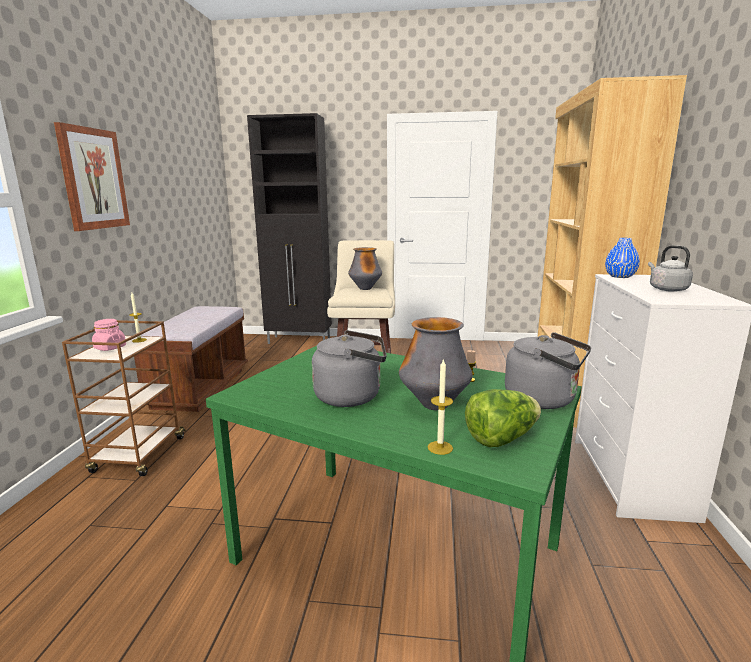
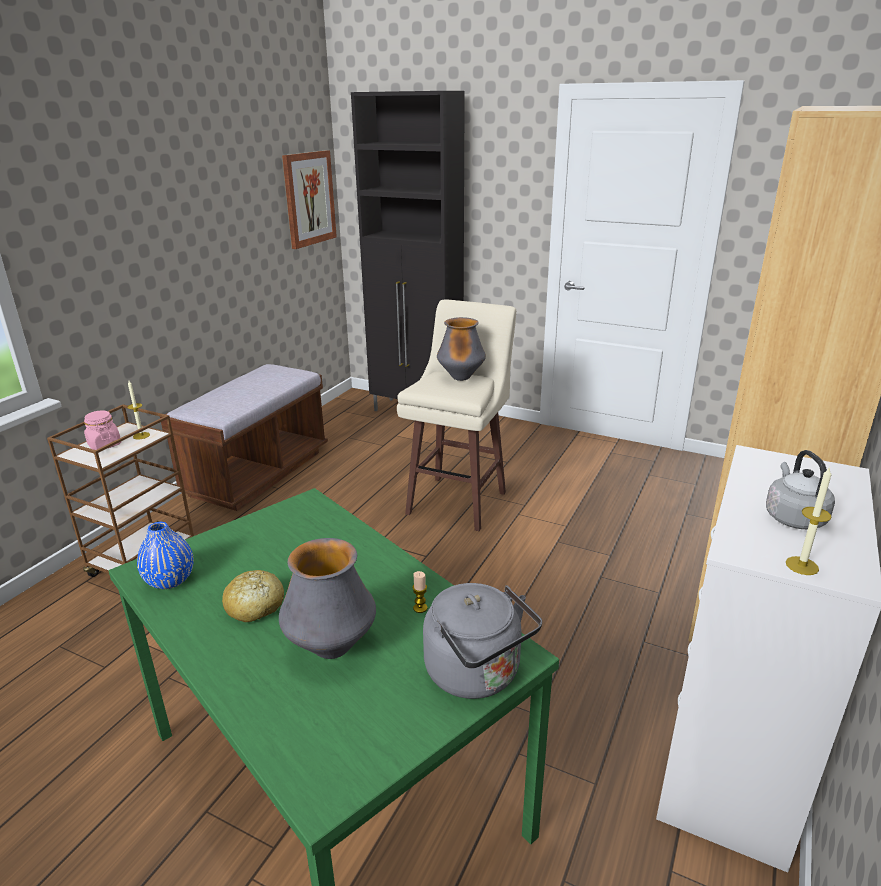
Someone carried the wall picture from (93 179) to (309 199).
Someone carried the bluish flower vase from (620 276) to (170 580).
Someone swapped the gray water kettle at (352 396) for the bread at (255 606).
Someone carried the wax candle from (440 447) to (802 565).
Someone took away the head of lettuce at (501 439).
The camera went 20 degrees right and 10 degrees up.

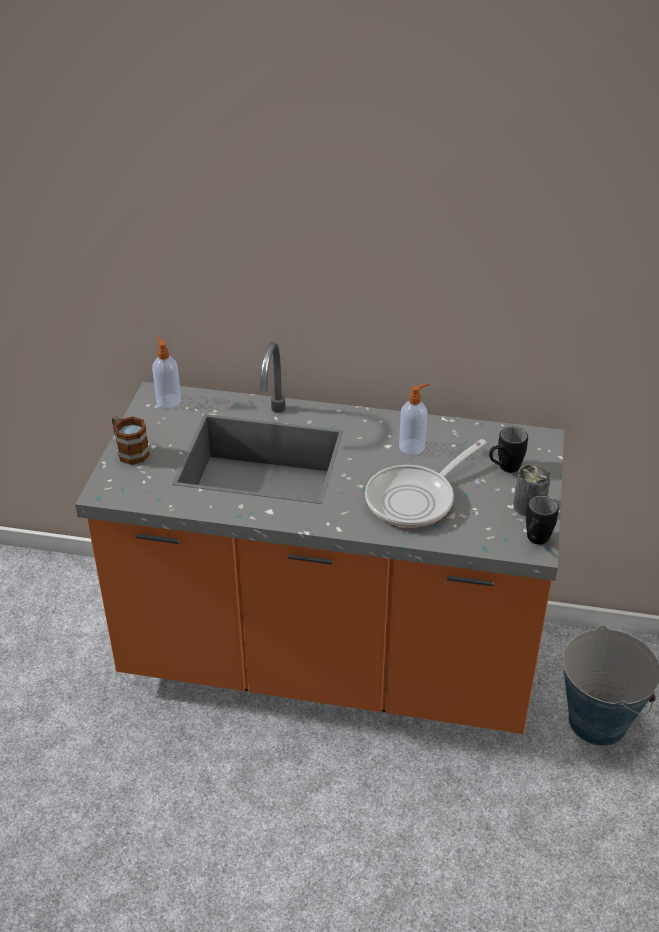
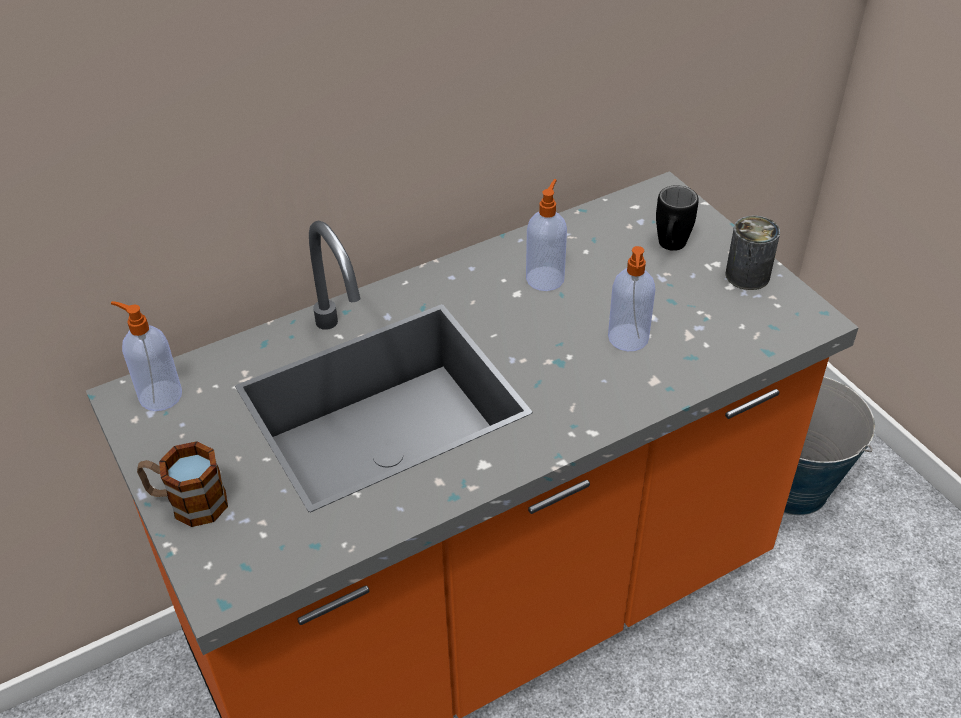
Someone swapped the frying pan at (416 499) for the soap bottle at (628 339).
Someone took away the blackish mug at (534 542).
The camera went 40 degrees left and 5 degrees up.

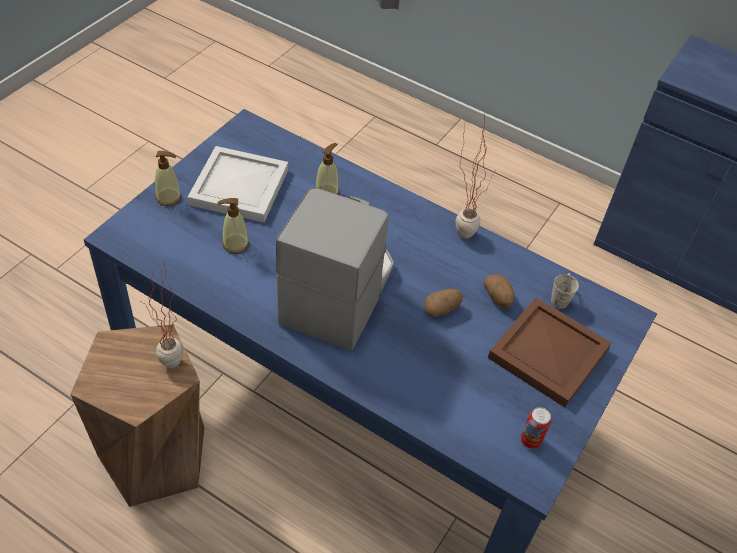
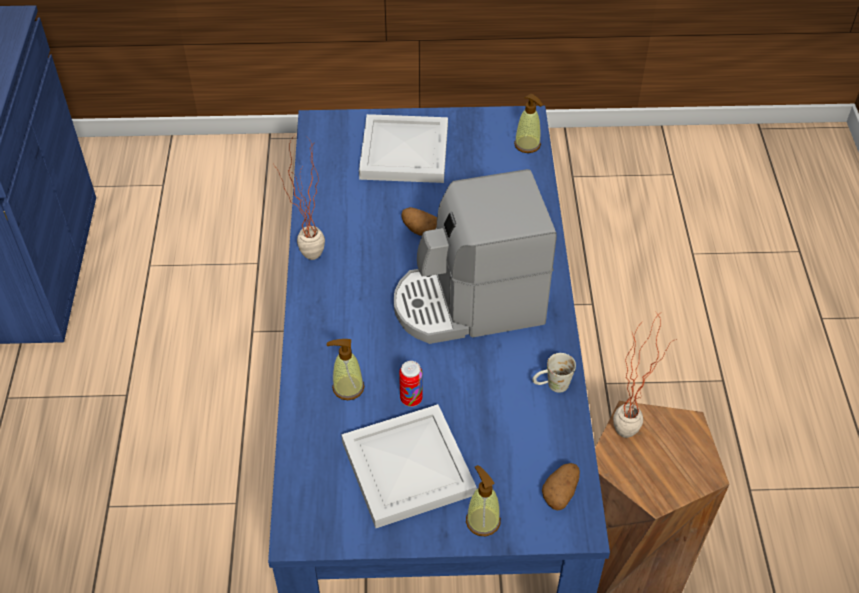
Someone carried the soap bottle from (235 244) to (527 145).
Someone carried the white mug from (560 297) to (551 386).
Someone carried the whole potato from (498 298) to (560 493).
Someone repainted the brown tray at (546 354), which became the white tray at (405 153).
Someone carried the can from (530 440) to (411 399).
The camera went 120 degrees left and 0 degrees up.

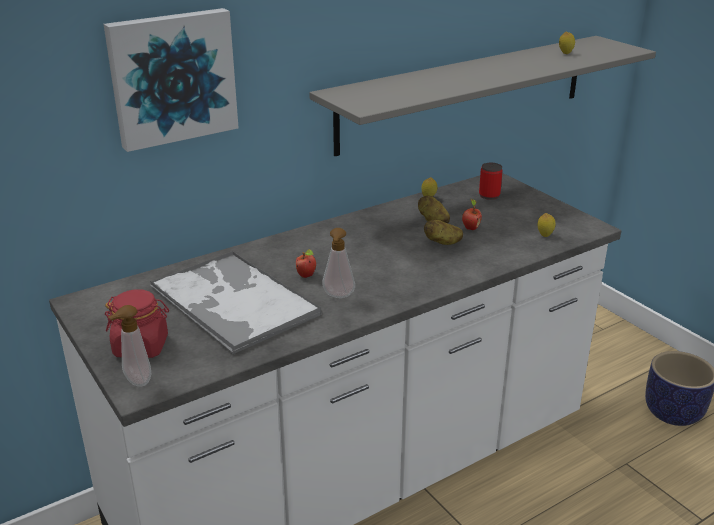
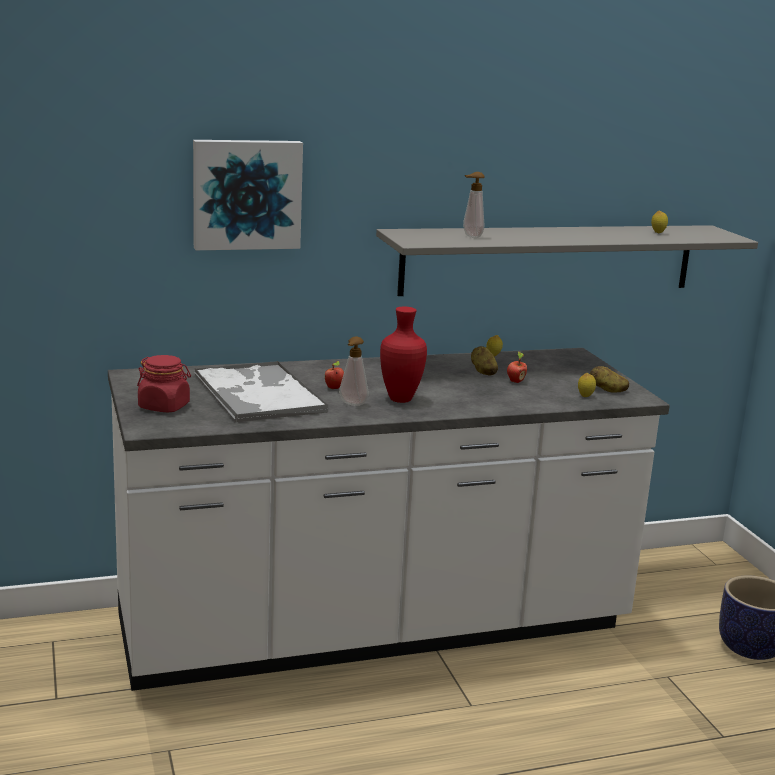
Someone took away the can at (489 195).
Someone carried the whole potato from (442 242) to (607 390).
Someone carried the soap bottle from (135 382) to (470 236).
Someone put down the red-coloured flower vase at (401 399).
The camera went 15 degrees right and 10 degrees down.

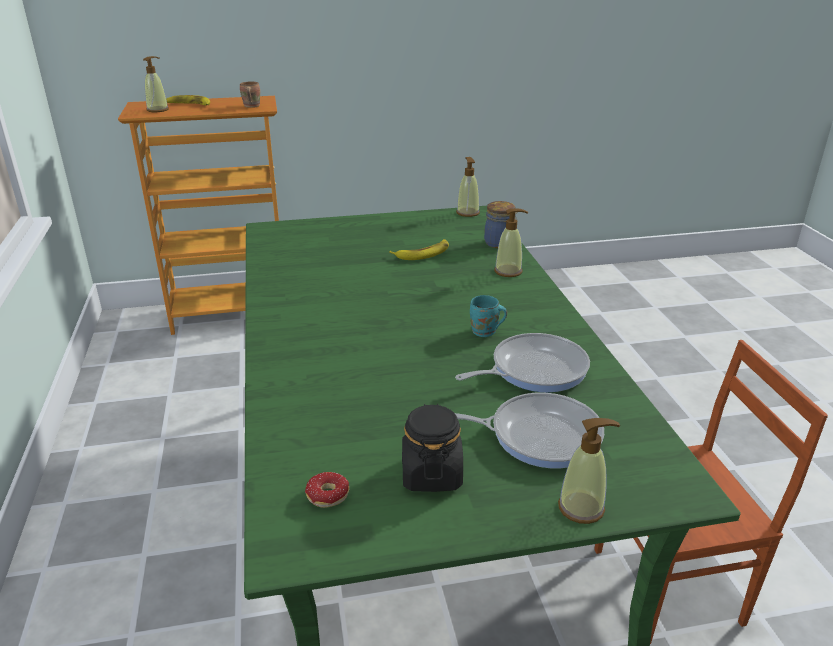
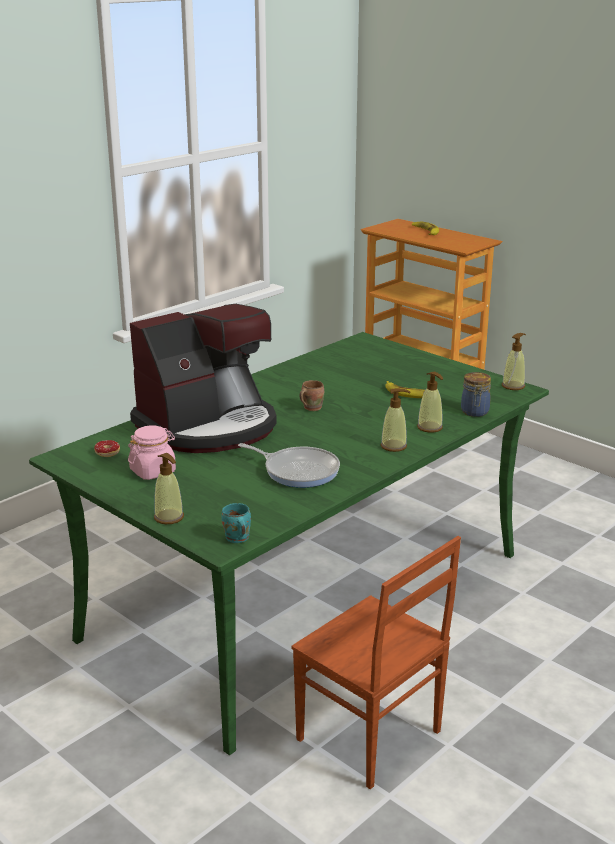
Someone carried the soap bottle from (158 110) to (394 446).
Someone carried the brown mug from (250 106) to (311 408).
Someone carried the blue-green mug from (485 332) to (236 539).
Someone took away the frying pan at (538 435).
Someone repainted the blackish preserve jar at (431 474), which became the pinkish preserve jar at (153 471).
Someone put down the coffee maker at (209 426).
The camera went 55 degrees right and 5 degrees down.

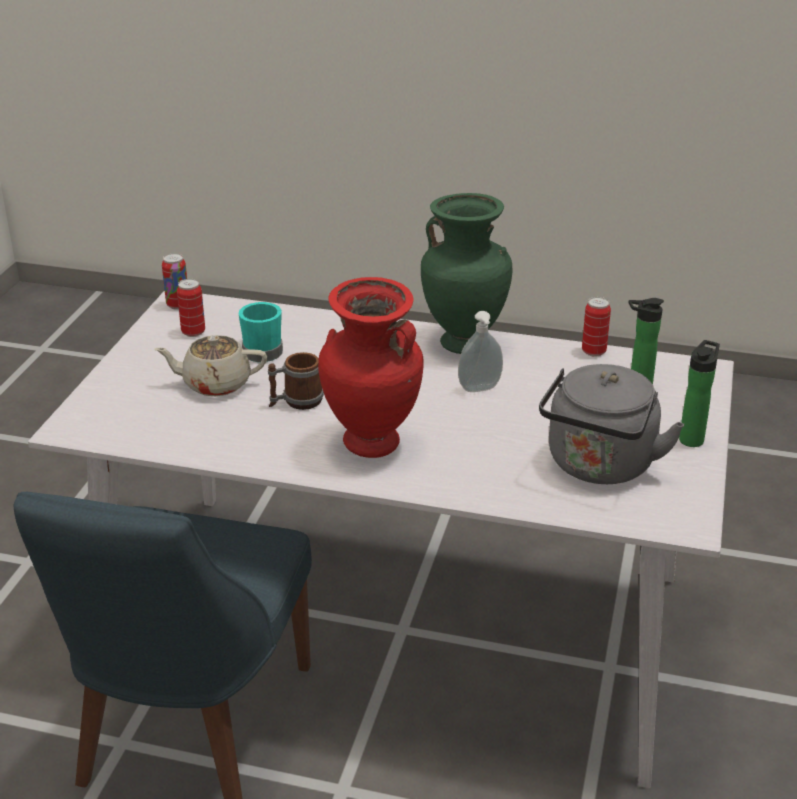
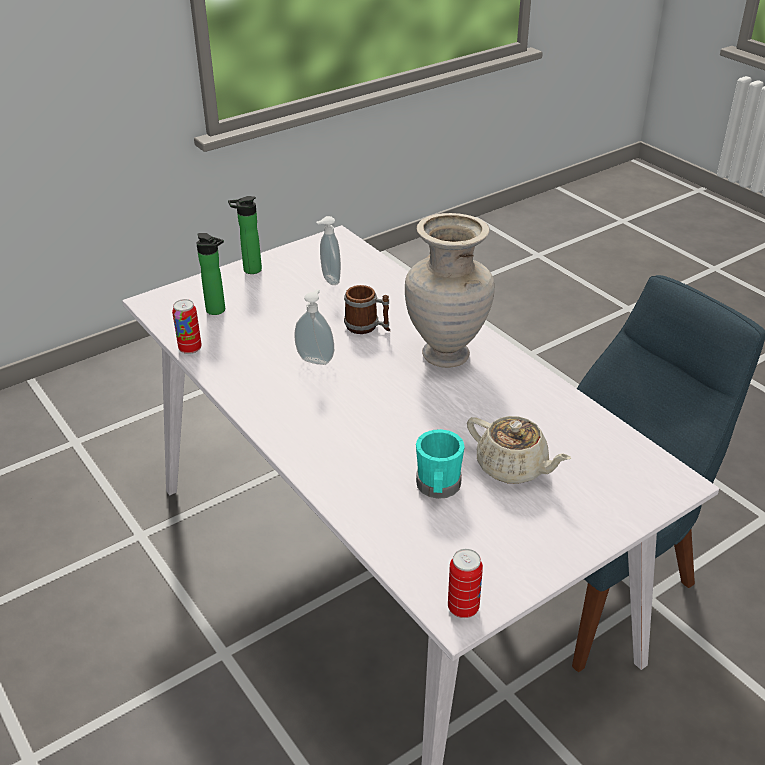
Someone took away the greenish flower vase at (464 343).
Someone repainted the red-coloured flower vase at (371 445), which became the beige flower vase at (447 355).
Someone took away the can at (193 332).
Someone carried the mug from (296 402) to (367 327).
Someone swapped the gray water kettle at (599 467) for the soap bottle at (329 280).
The camera went 140 degrees left and 5 degrees up.

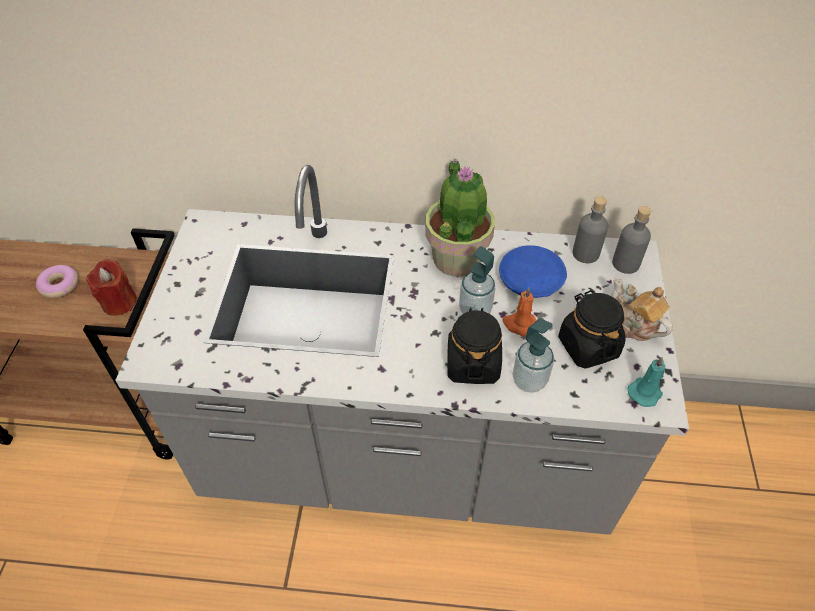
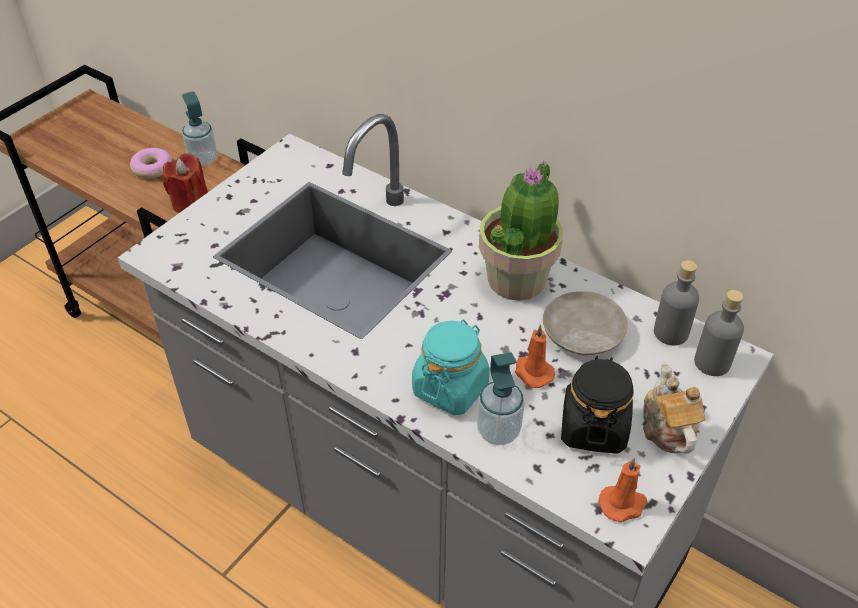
Someone repainted the bluish dinner plate at (530 280), which became the beige dinner plate at (582 333).
Someone carried the soap bottle from (475 310) to (203 159).
Someone repainted the blackish preserve jar at (472 364), which became the blue-green preserve jar at (450 388).
Someone repainted the blue-green wax candle at (645 391), which became the orange wax candle at (623 504).
The camera went 30 degrees right and 5 degrees down.

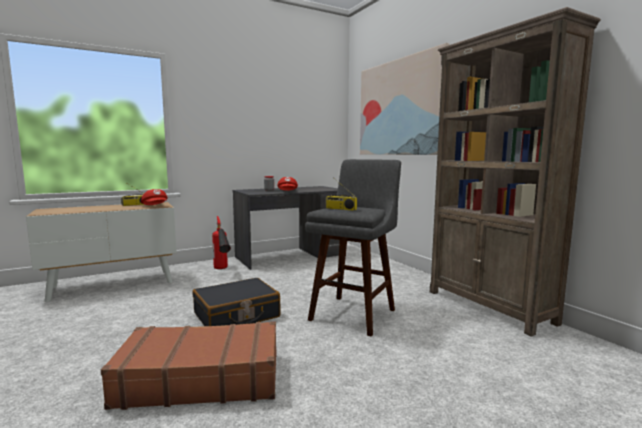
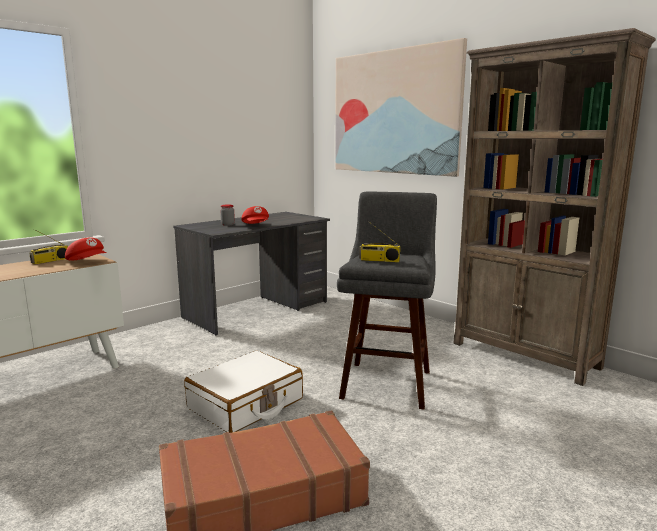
Someone took away the fire-fighting cylinder at (222 271).
Someone repainted the blackish suitcase at (236 315), which became the white suitcase at (246 404).
The camera went 15 degrees left and 5 degrees up.

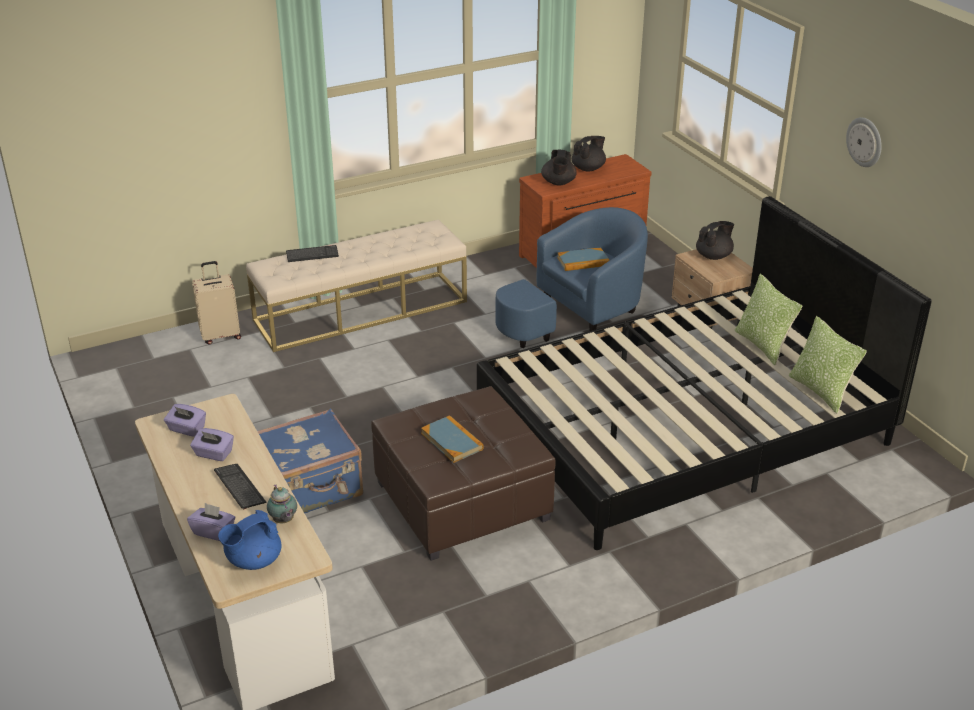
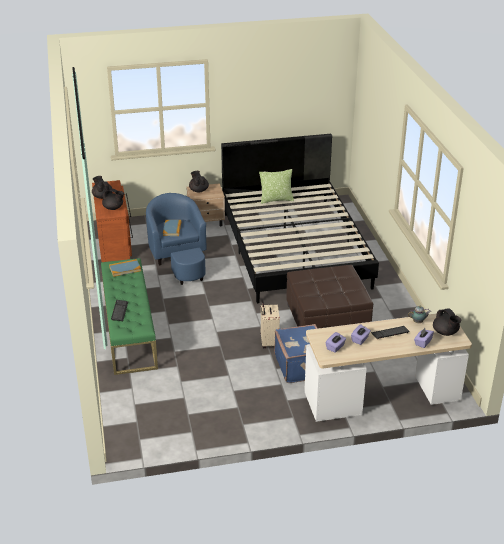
Someone took away the hanging clock at (865 142).
Someone repainted the beige long seat at (361 310), which became the greenish long seat at (129 330).
Someone carried the beige suitcase from (220 335) to (268 342).
Someone took away the throw pillow at (820 391).
Someone carried the book from (452 441) to (125 269).
Someone repainted the bluish tea pot at (253 561), which became the blackish tea pot at (445 332).
The camera went 75 degrees left and 0 degrees up.

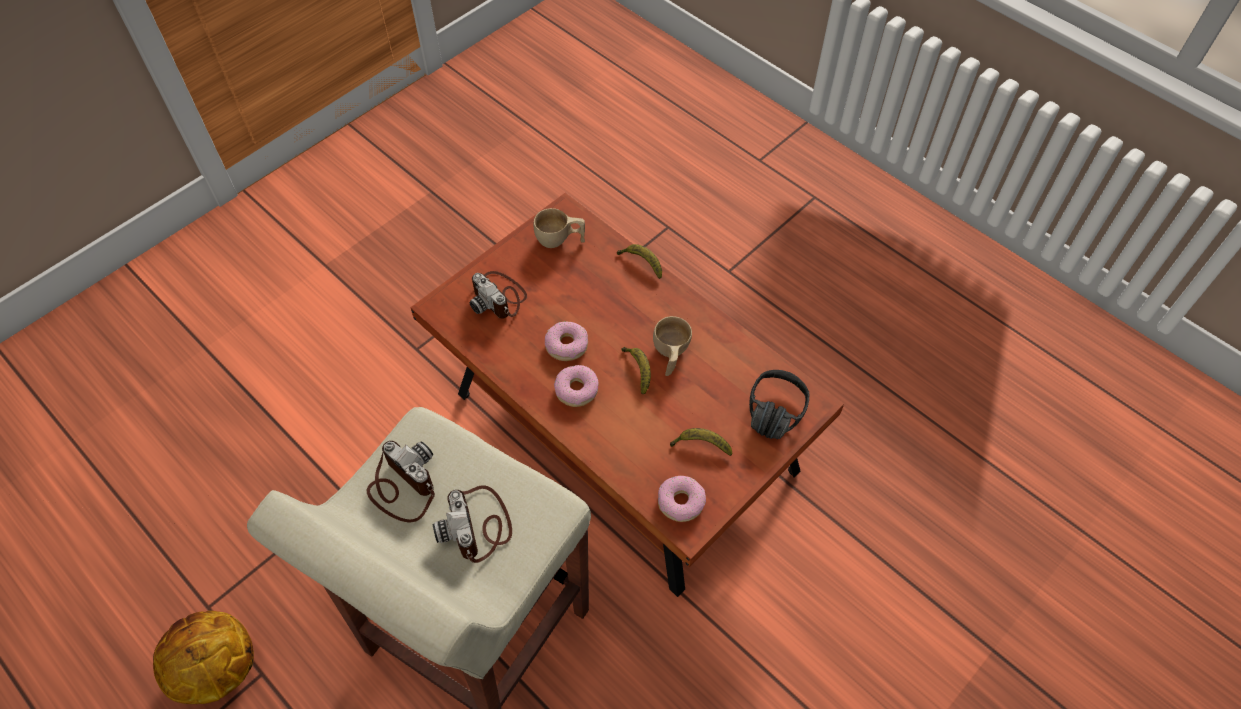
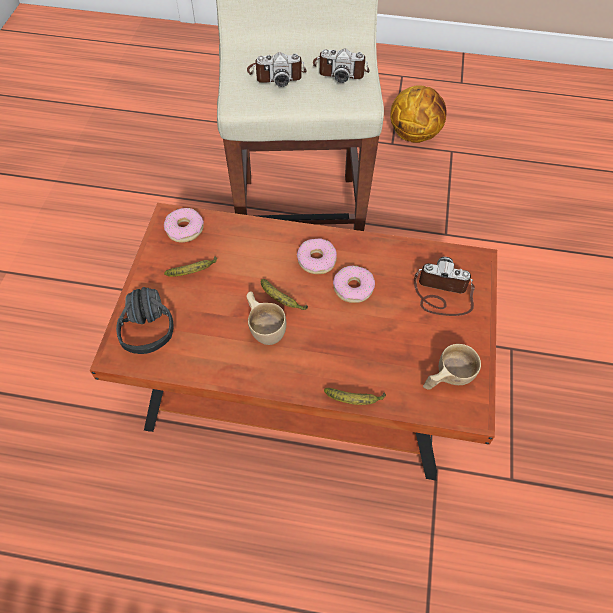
Someone rotated the still camera at (478 526) by 135 degrees clockwise.
The camera went 145 degrees right and 0 degrees up.

